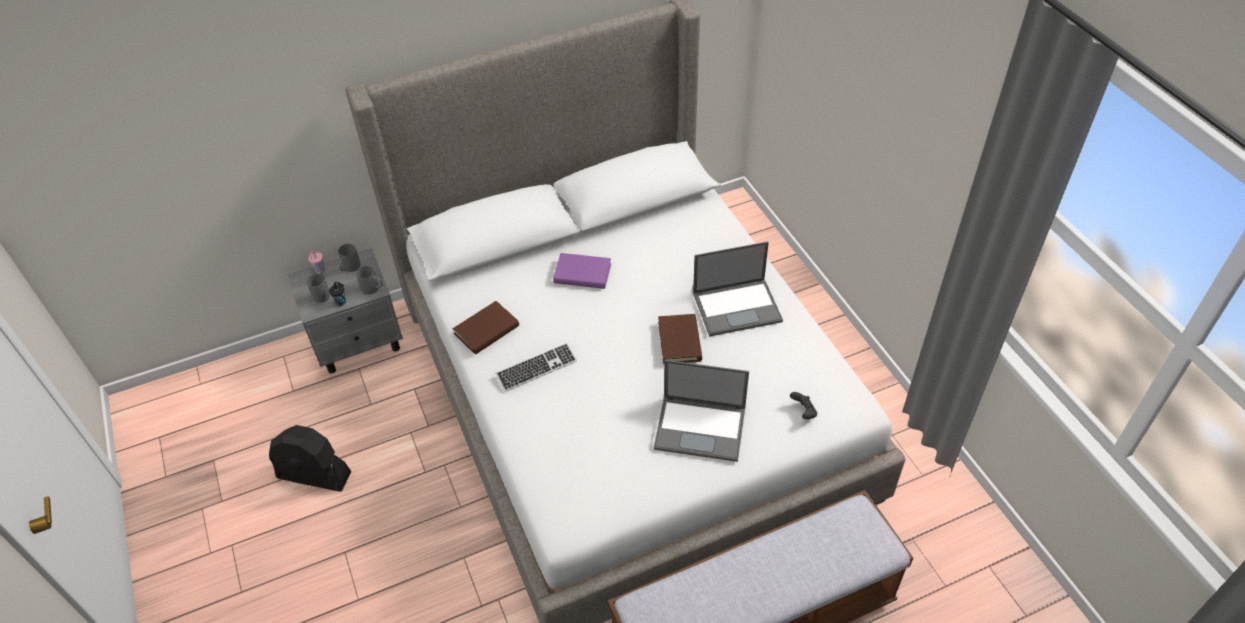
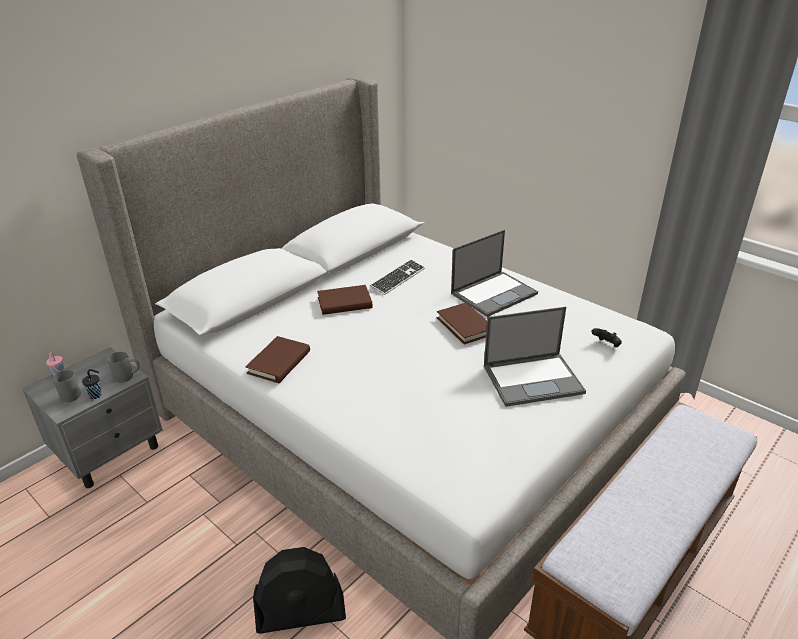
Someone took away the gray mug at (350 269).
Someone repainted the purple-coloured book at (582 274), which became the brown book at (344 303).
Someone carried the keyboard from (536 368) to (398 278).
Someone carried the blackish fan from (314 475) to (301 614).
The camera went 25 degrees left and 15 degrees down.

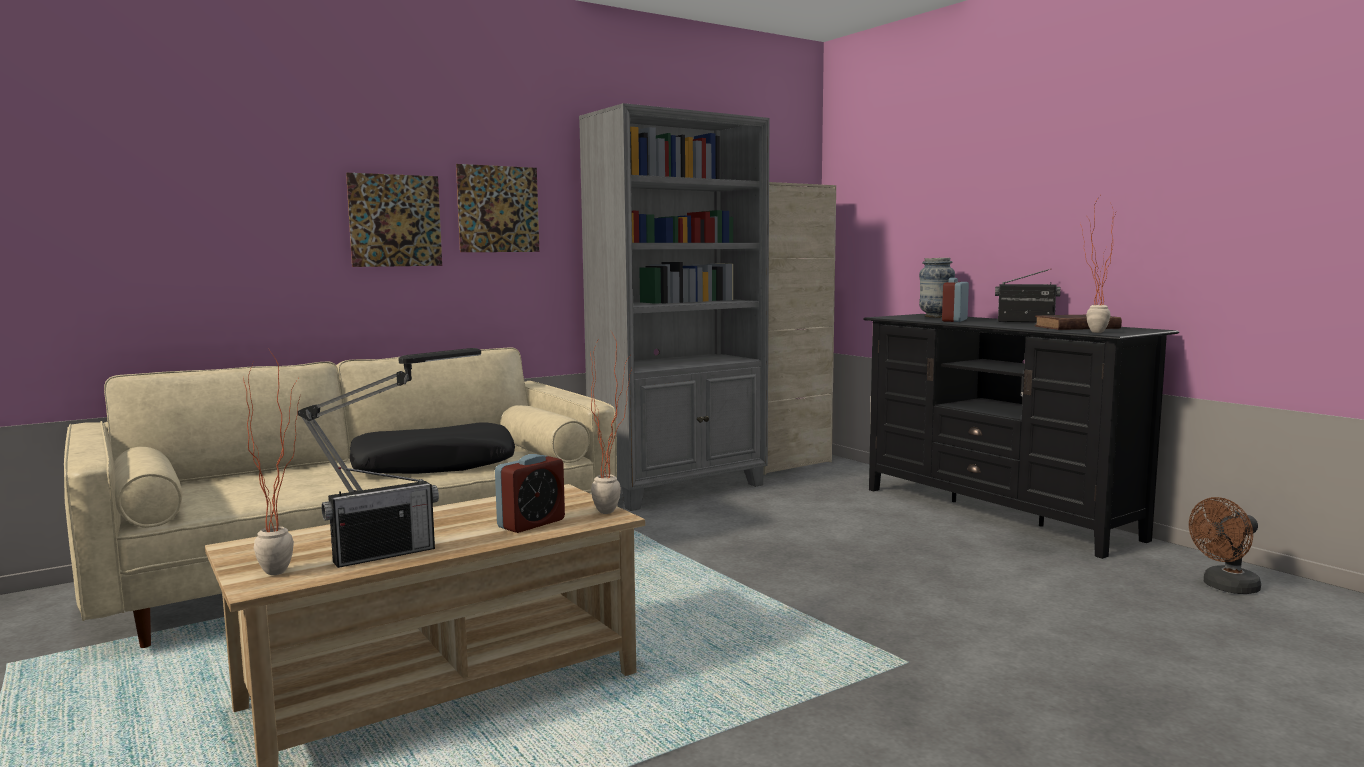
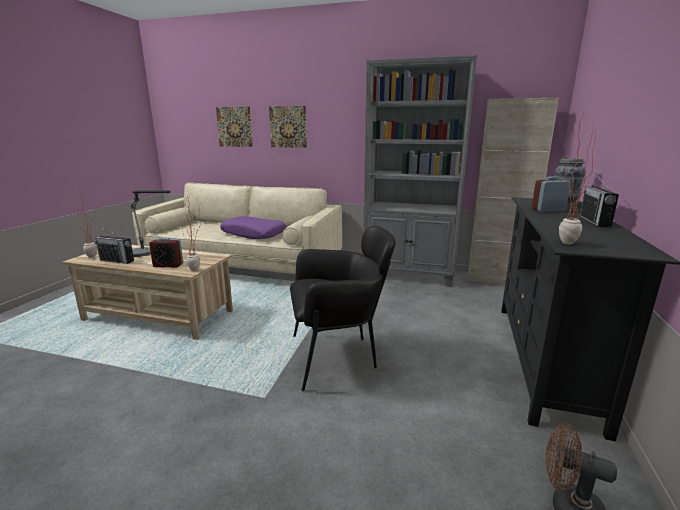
Someone carried the wall picture from (498 209) to (234 127).
Someone rotated the radio at (1025 322) by 150 degrees counterclockwise.
Someone took away the brown book at (1075 327).
Someone repainted the blackish throw pillow at (434 465), which became the purple-coloured throw pillow at (253 234).
Someone put down the blackish lounge chair at (338 356).
The camera went 50 degrees right and 10 degrees up.

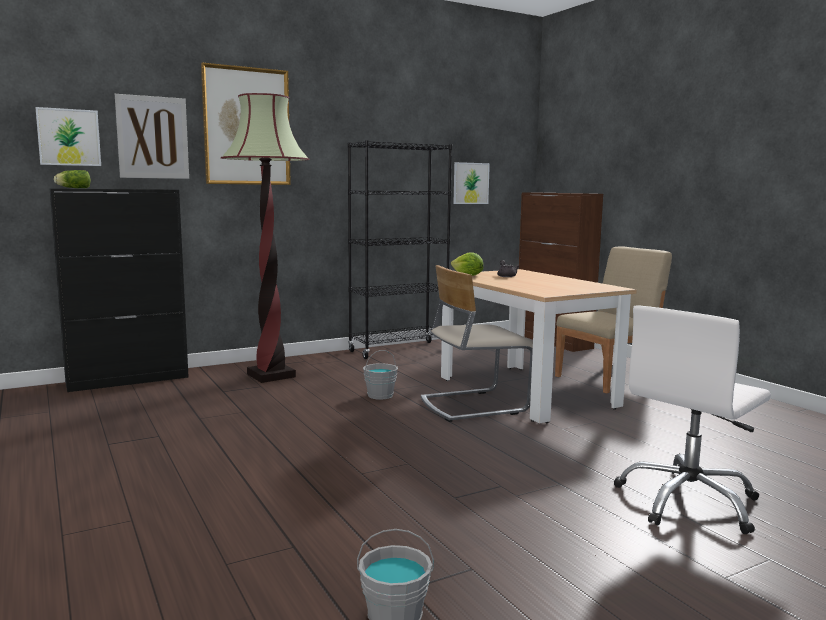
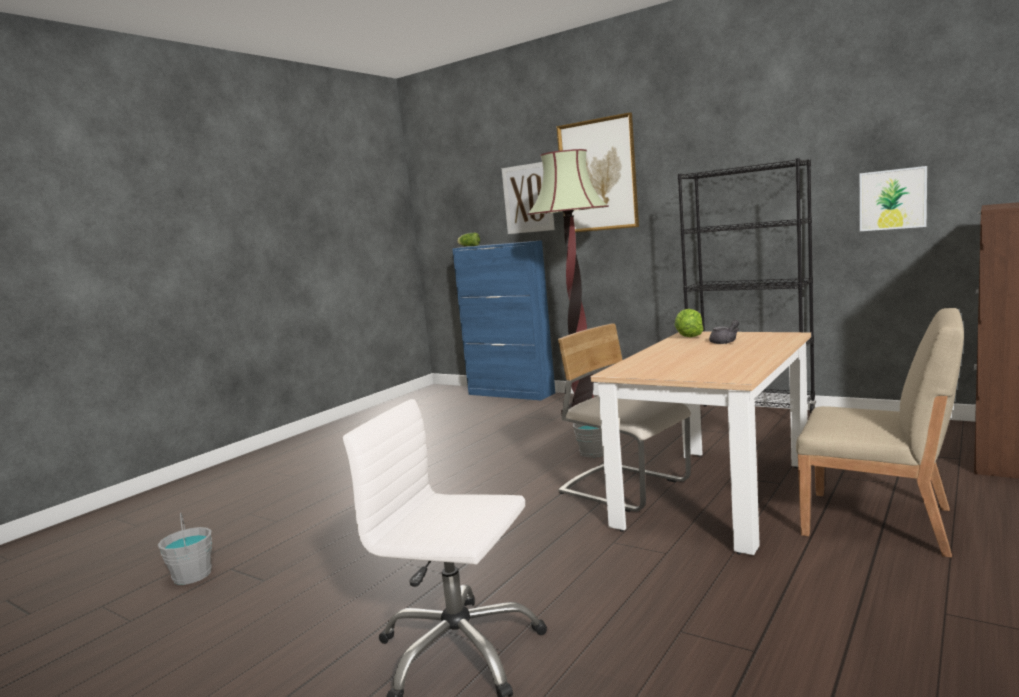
Someone took away the wall picture at (69 137).
Someone repainted the blackish cabinet at (128 380), which became the bluish cabinet at (511 394).
The camera went 65 degrees right and 0 degrees up.

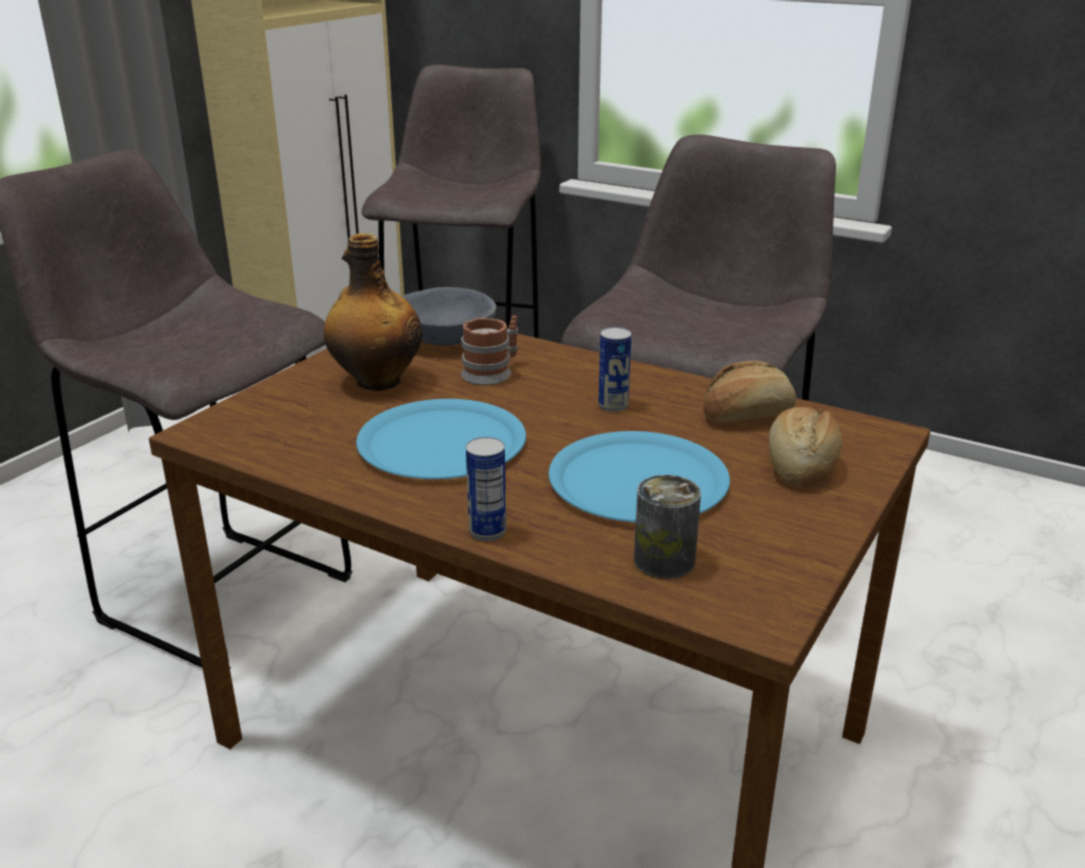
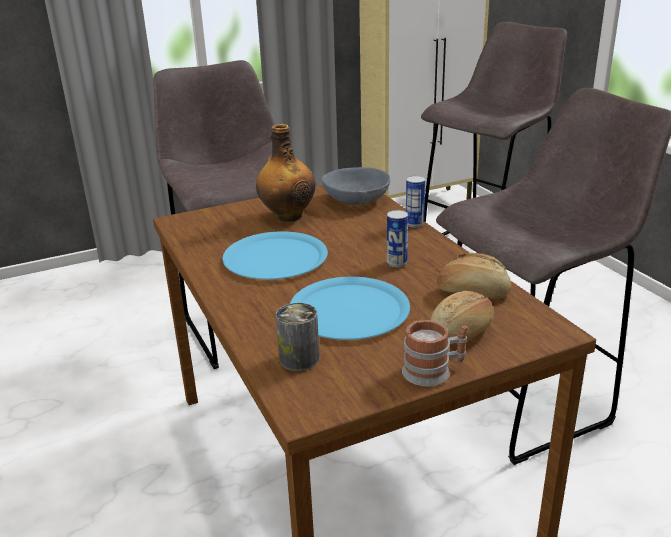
Someone carried the mug from (492 372) to (434 371).
Someone carried the can from (487 531) to (414 224).
The camera went 35 degrees right and 0 degrees up.

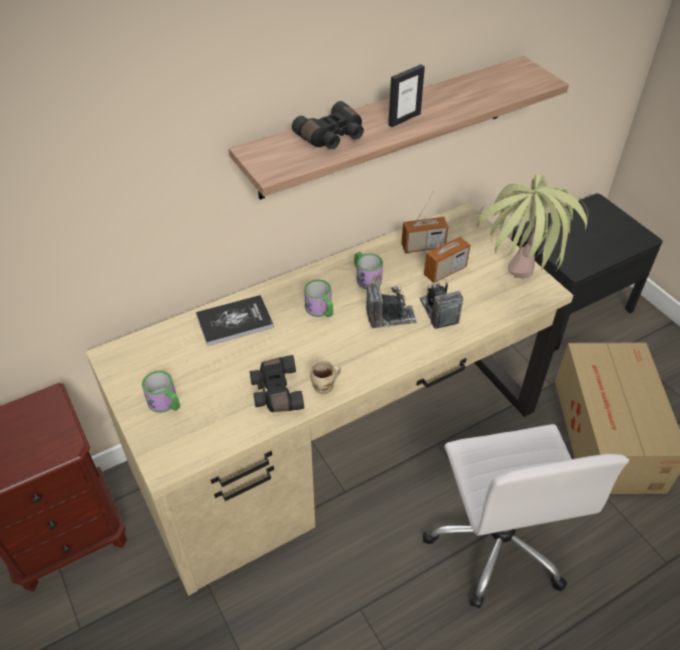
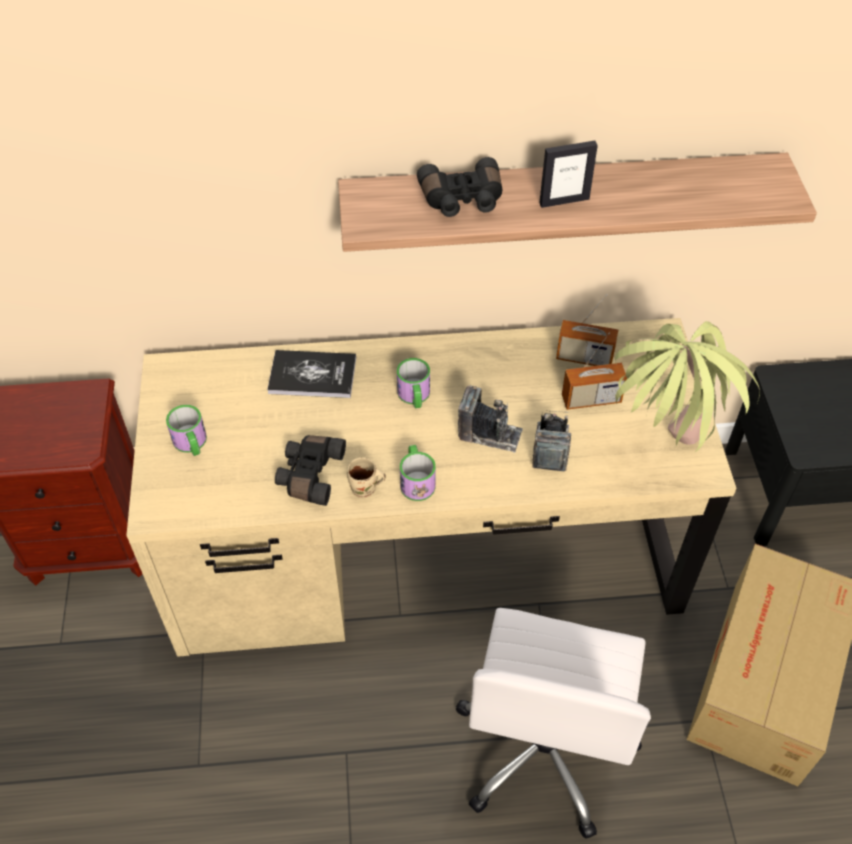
Someone carried the mug from (366 277) to (416 480).
The camera went 25 degrees right and 5 degrees up.

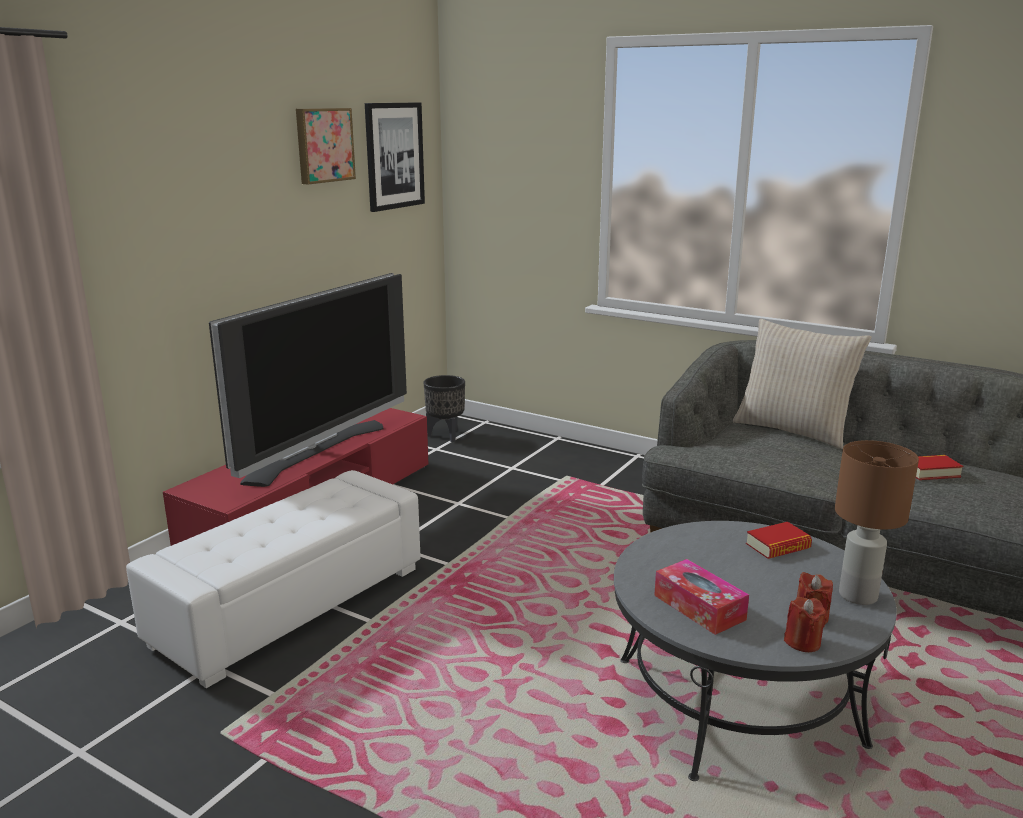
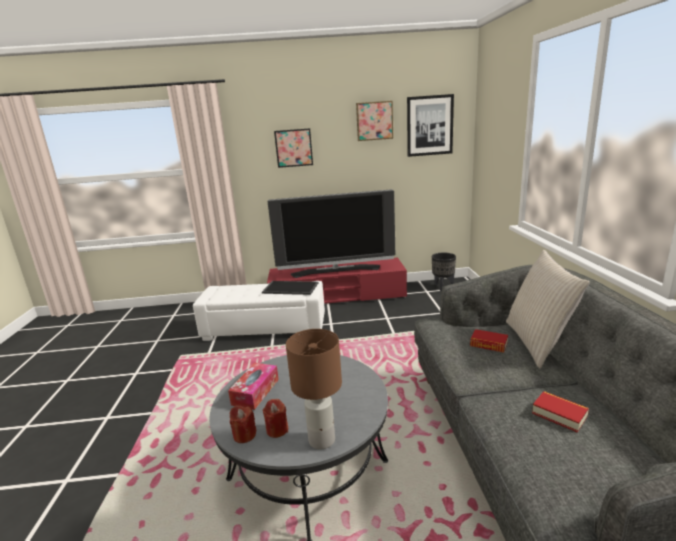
Someone carried the book from (778 546) to (488 344).
Someone put up the wall picture at (293 148).
Someone put down the tray at (289 288).
The camera went 55 degrees right and 0 degrees up.

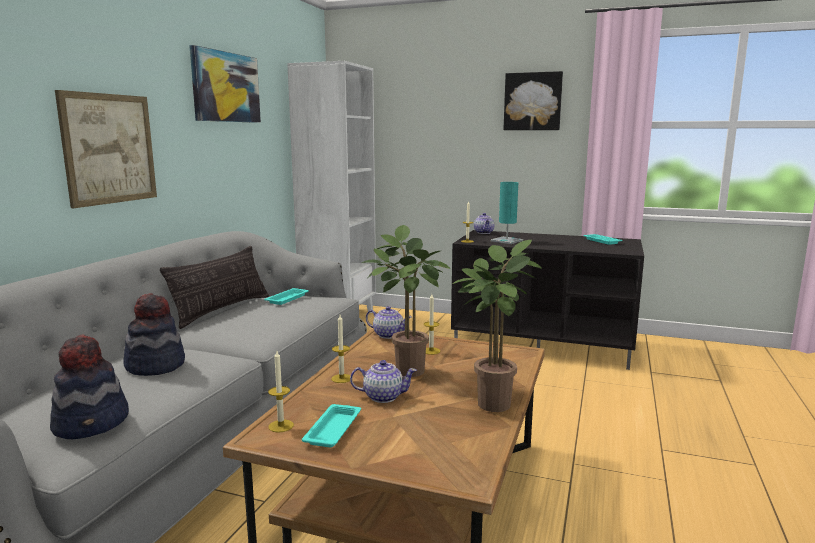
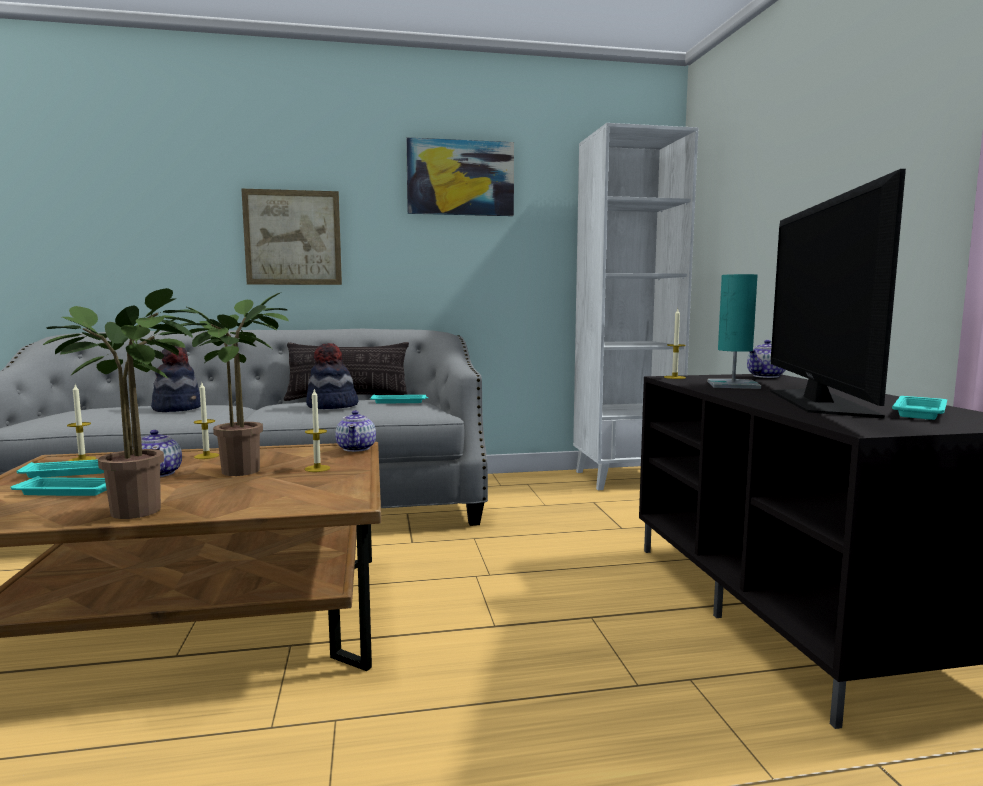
Someone took away the wall picture at (532 101).
Someone carried the wearable hat from (92 423) to (332 406).
Someone put down the TV set at (817 402).
Someone put down the blue-green tray at (69 491).
The camera went 60 degrees right and 5 degrees down.

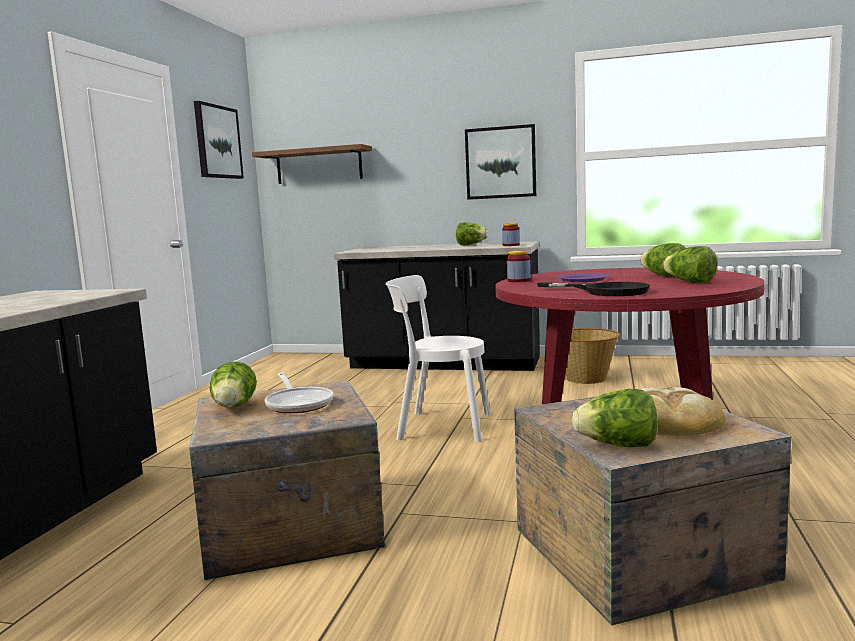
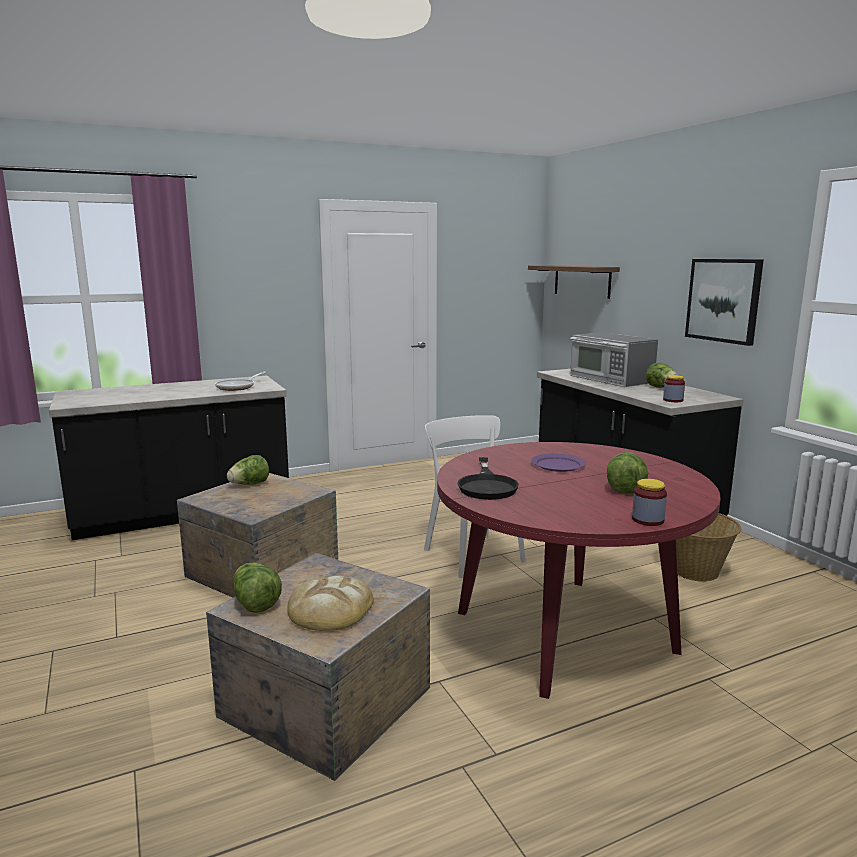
Someone took away the wall picture at (217 142).
Someone took away the head of lettuce at (690 282).
Someone carried the preserve jar from (519 280) to (647 520).
Someone carried the frying pan from (298 404) to (238 387).
Someone put down the microwave oven at (610 379).
The camera went 50 degrees right and 5 degrees up.

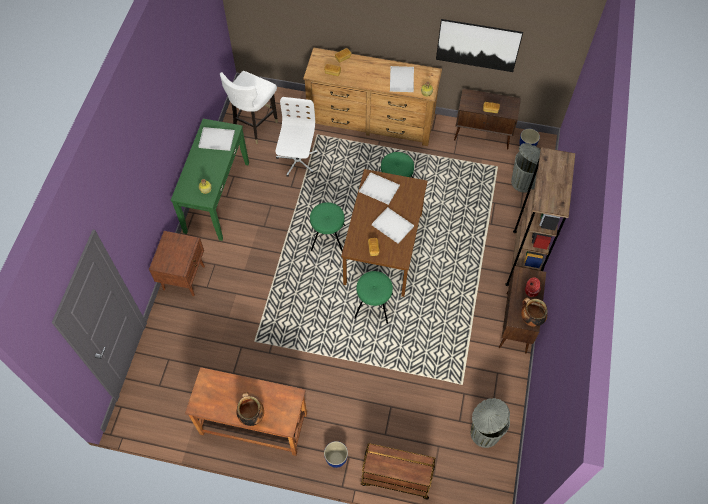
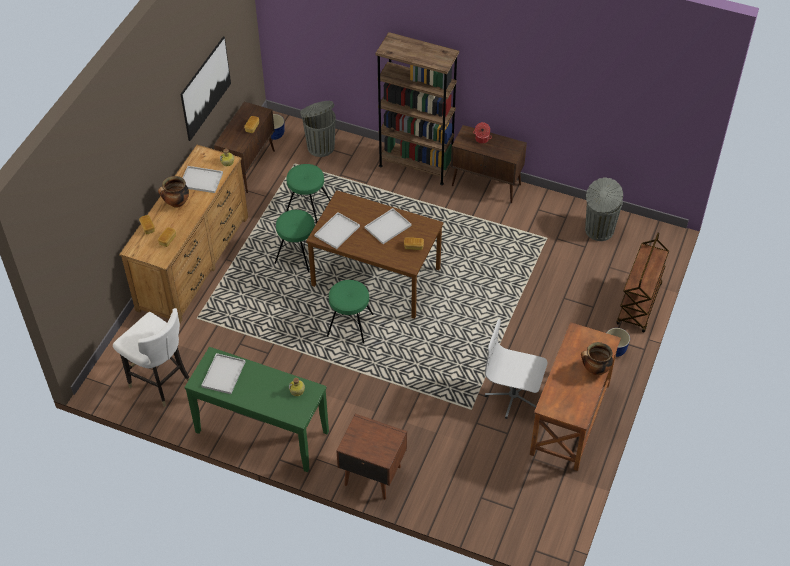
Someone carried the white computer chair from (297 160) to (513 396).
Someone carried the greenish stool from (373 305) to (307 208).
Someone carried the stockpot from (530 319) to (176 203).
The camera went 80 degrees left and 10 degrees down.

